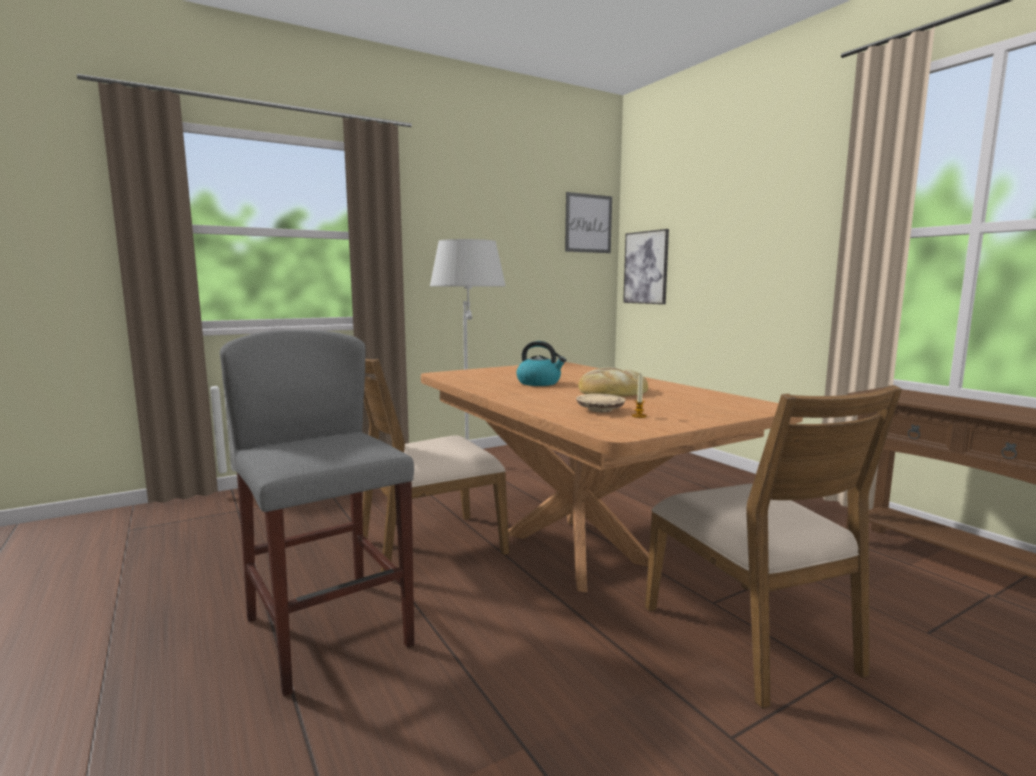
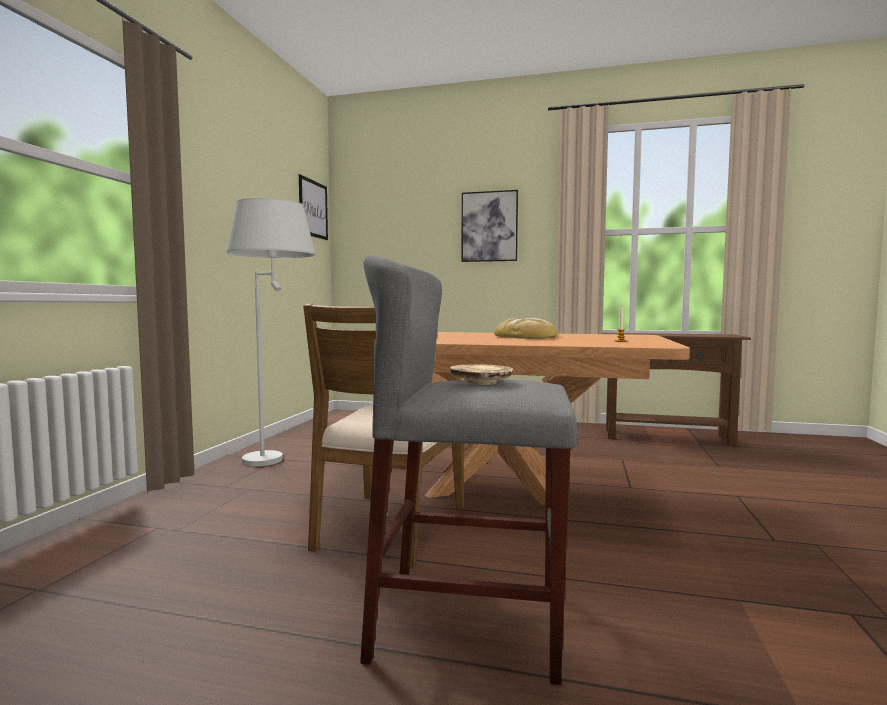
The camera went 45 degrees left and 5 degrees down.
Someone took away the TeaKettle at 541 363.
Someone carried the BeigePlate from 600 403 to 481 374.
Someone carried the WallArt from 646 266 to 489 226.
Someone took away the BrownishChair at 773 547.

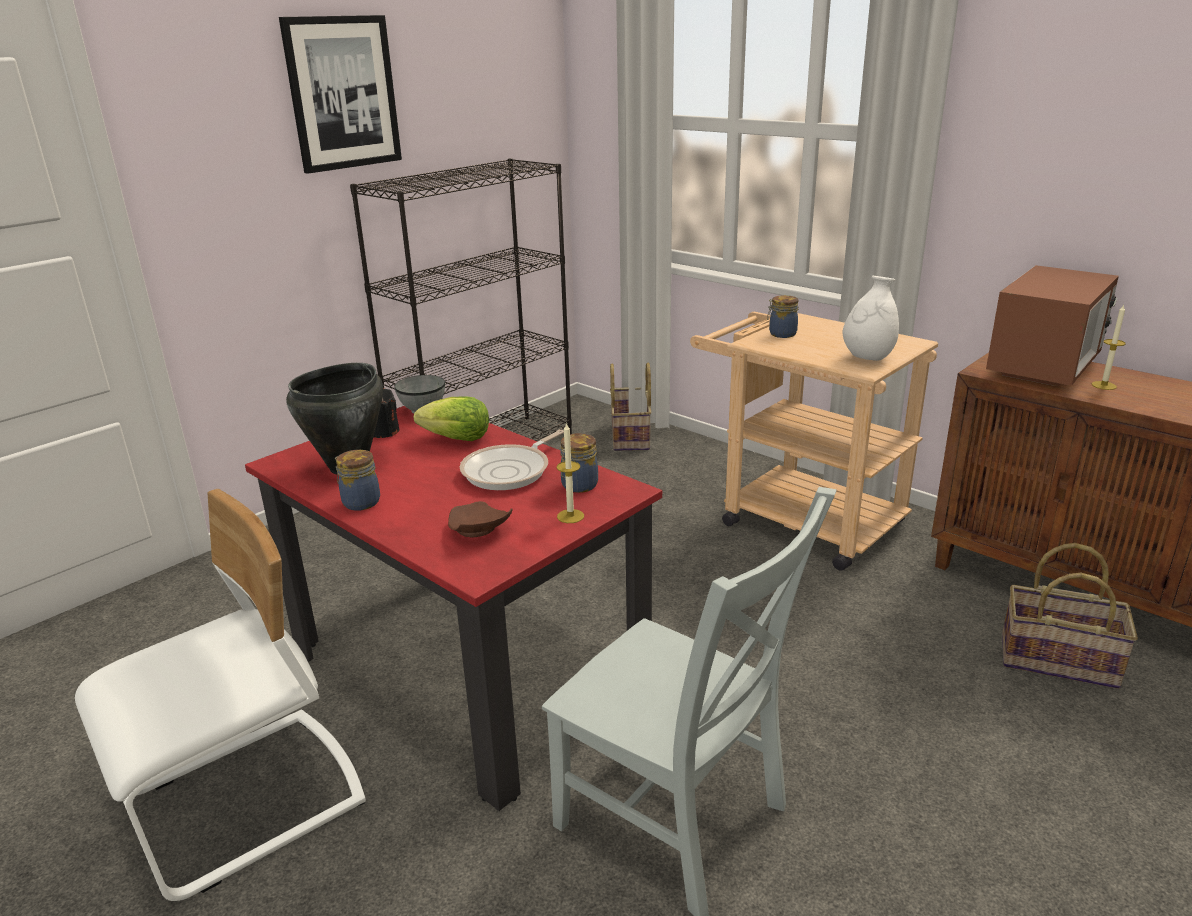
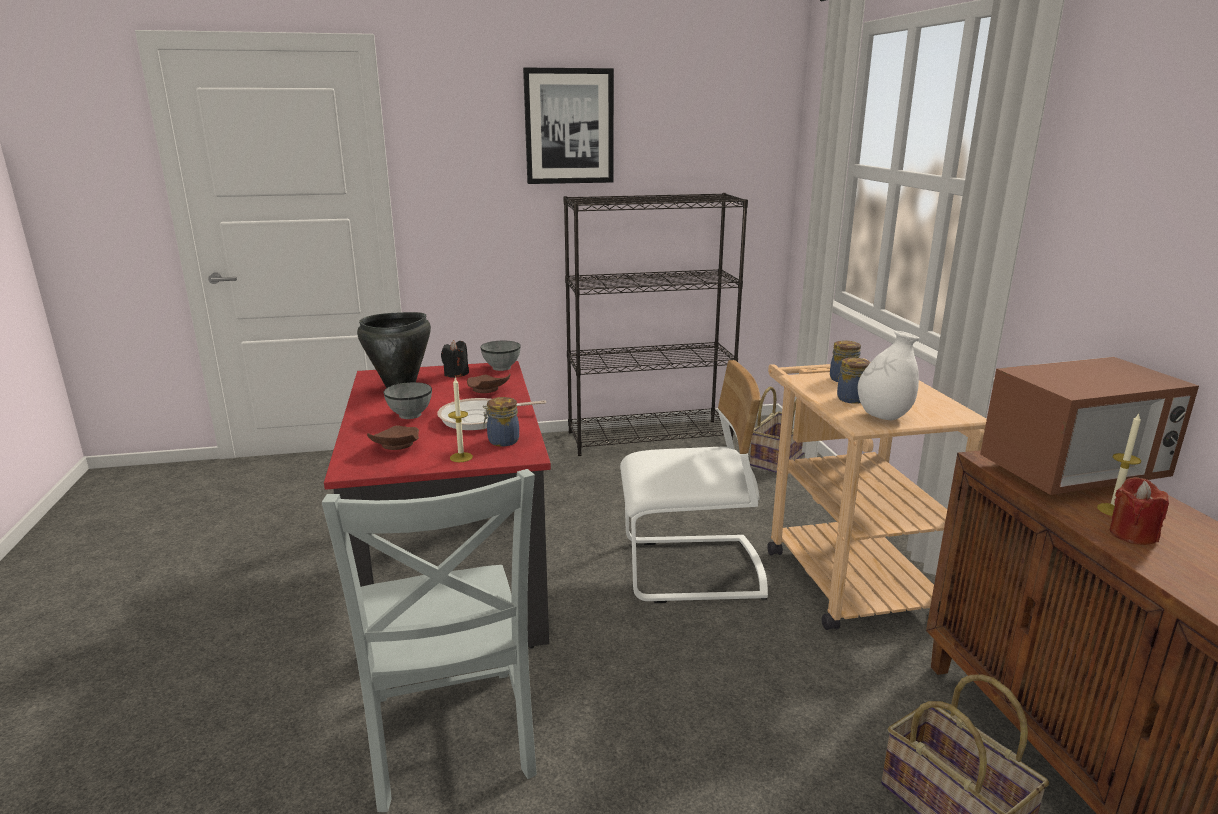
The camera went 35 degrees right and 5 degrees down.
Someone carried the WhiteColouredChair from 220 695 to 694 481.
Someone carried the StorageJar from 357 480 to 854 381.
Someone swapped the Lettuce at 451 418 for the BrownishPlate at 489 383.
Someone put down the GrayServingBowl at 408 400.
Someone put down the RedColouredCandle at 1139 511.

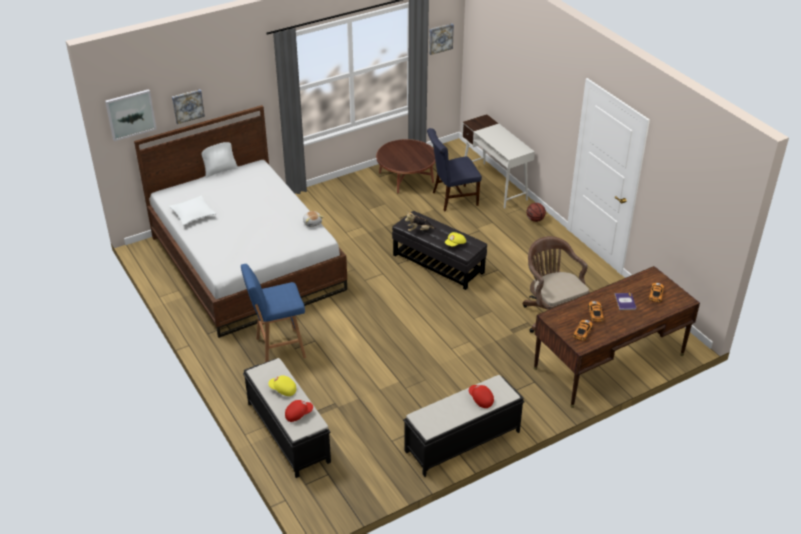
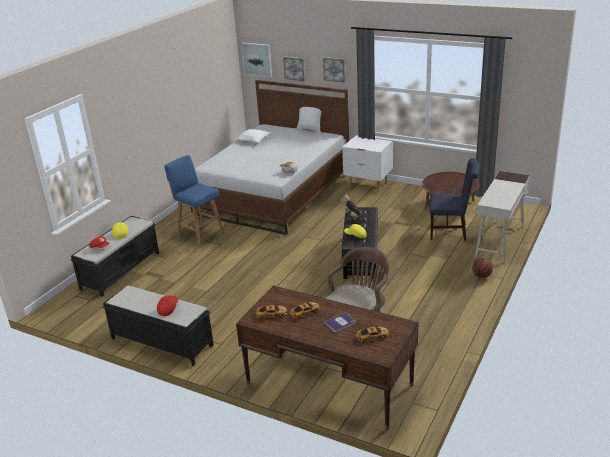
The camera went 60 degrees right and 10 degrees down.
Someone rotated the BluishChair at 454 170 by 150 degrees clockwise.
Someone carried the WallArt from 441 39 to 334 70.
Someone put down the WhiteColouredBedsideTable at 367 163.

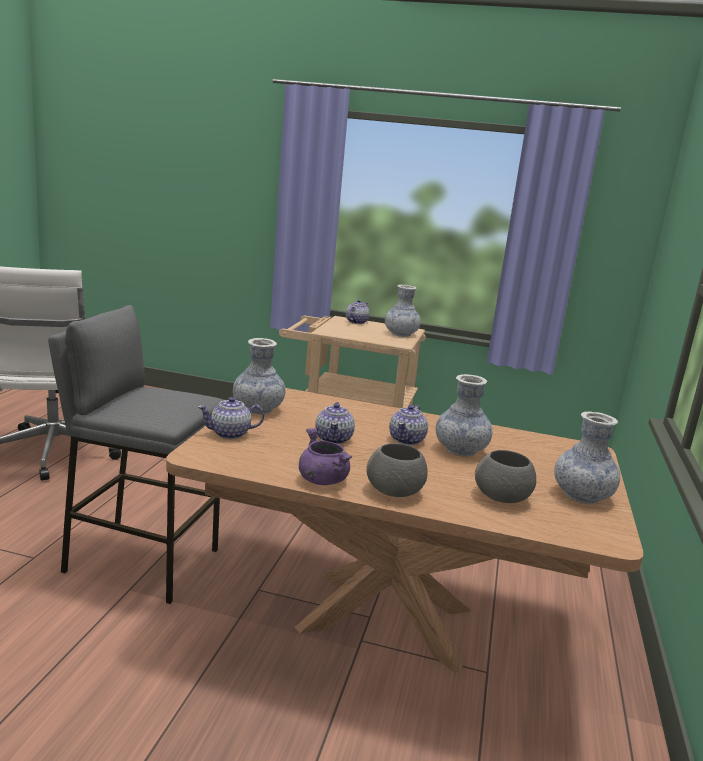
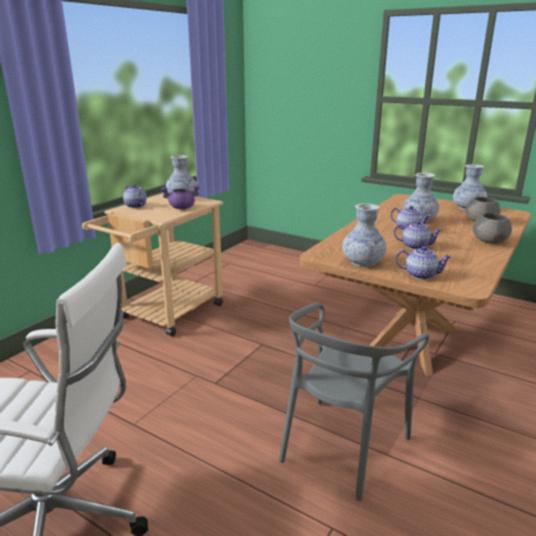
The camera went 70 degrees left and 5 degrees up.
Someone swapped the GrayStool at 136 454 for the GrayChair at 354 402.
Someone rotated the PotForTea at 231 418 by 75 degrees counterclockwise.
Someone carried the PurpleColouredStockpot from 326 456 to 180 197.

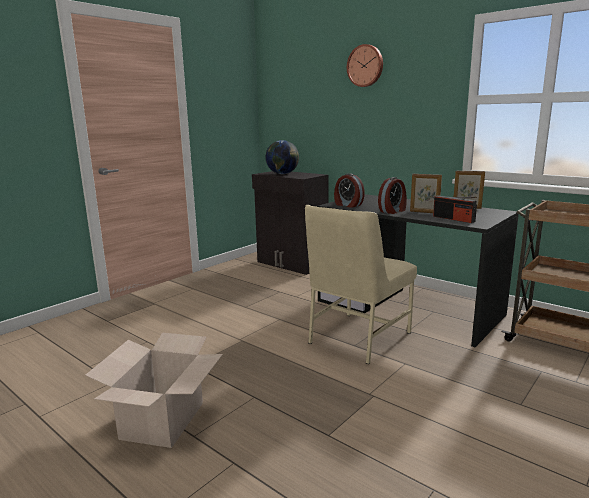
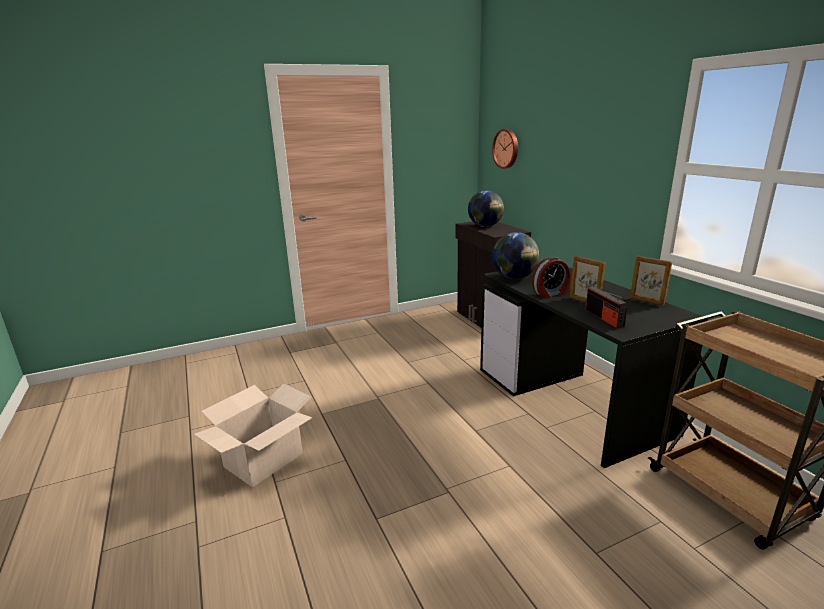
The camera went 25 degrees right and 5 degrees up.
Someone took away the BeigeChair at 361 285.
Someone swapped the BedsideClock at 349 190 for the Globe at 515 255.
Someone carried the WallClock from 365 65 to 505 149.

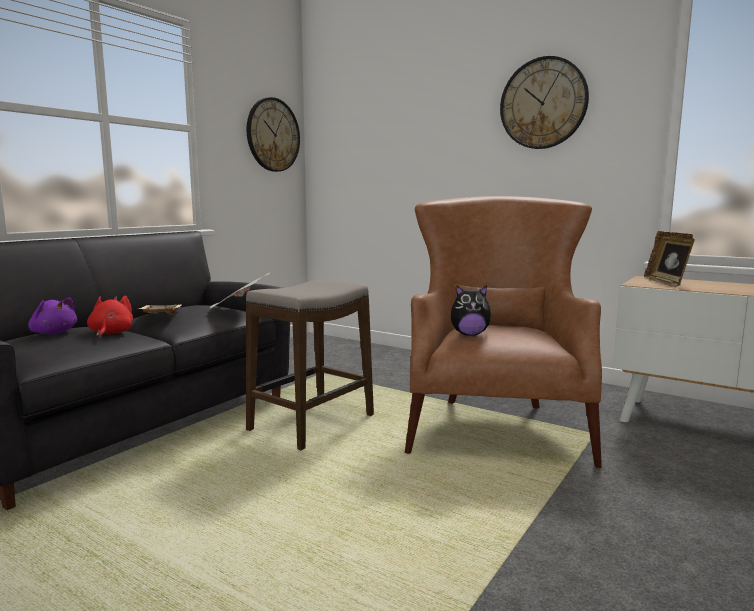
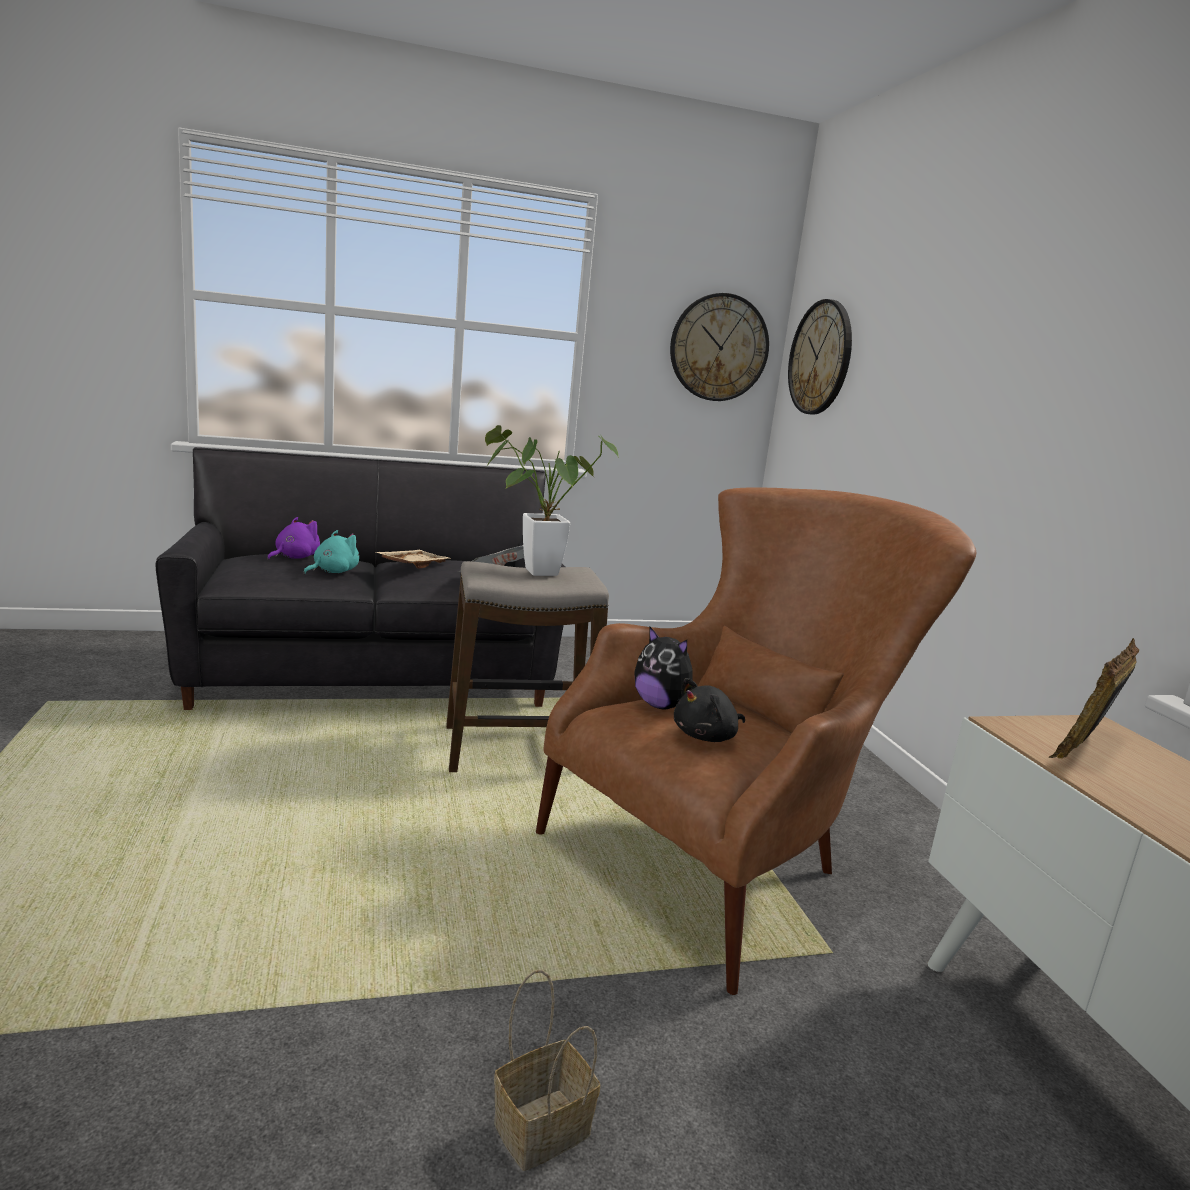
The camera went 40 degrees right and 5 degrees up.
Someone rotated the PurpleColouredCuddlyToy at 52 315 by 135 degrees counterclockwise.
Someone repainted the RedColouredCuddlyToy at 110 317, which became the TurquoiseColouredCuddlyToy at 331 552.
Someone carried the WallClock from 544 102 to 820 357.
Someone put down the PlantInAPot at 552 500.
Someone put down the Basket at 547 1070.
Someone put down the BlackCuddlyToy at 709 710.

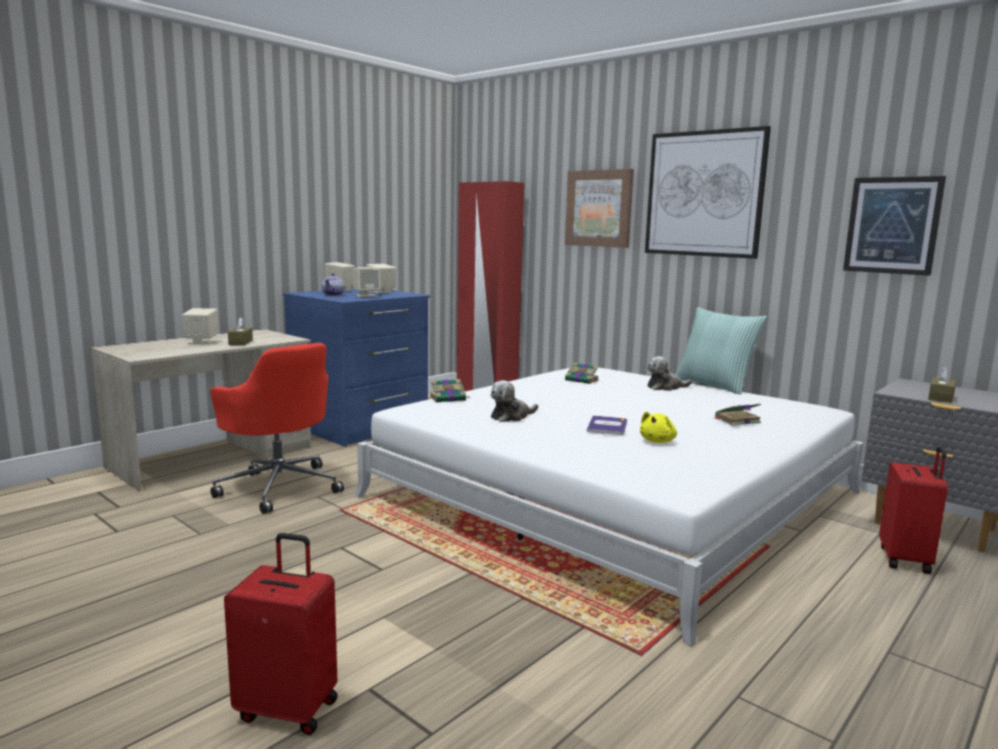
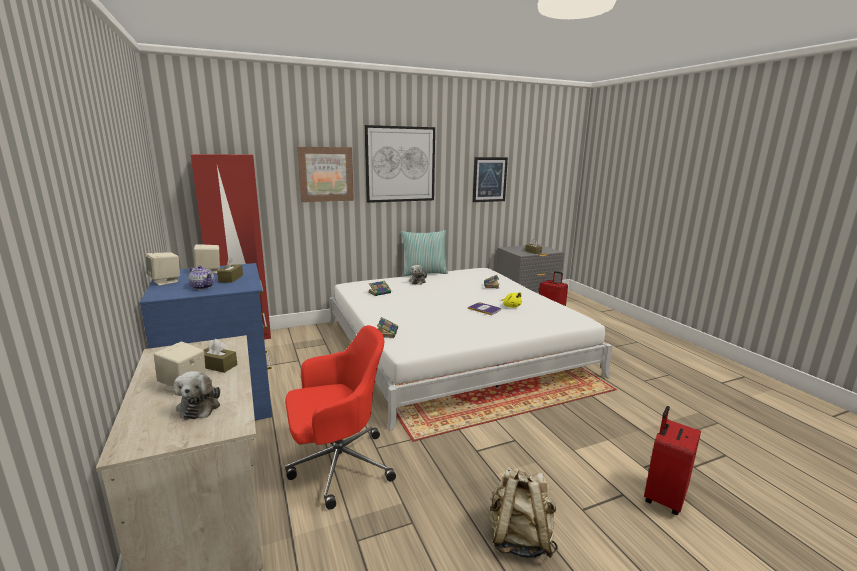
The camera went 65 degrees left and 5 degrees up.
Someone swapped the BeigeAudioSpeaker at 367 282 for the BrownishTissueBox at 230 270.
Someone carried the CuddlyToy from 514 401 to 196 395.
Someone put down the BeigeBackpack at 523 512.

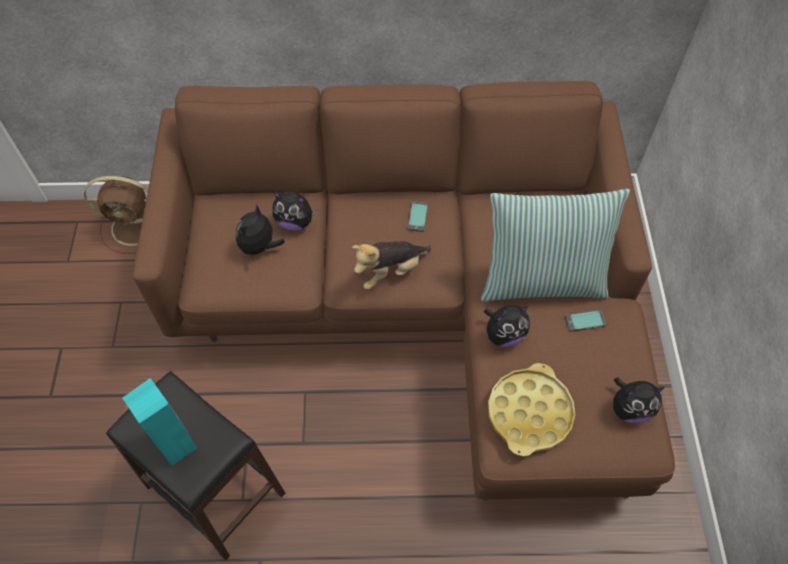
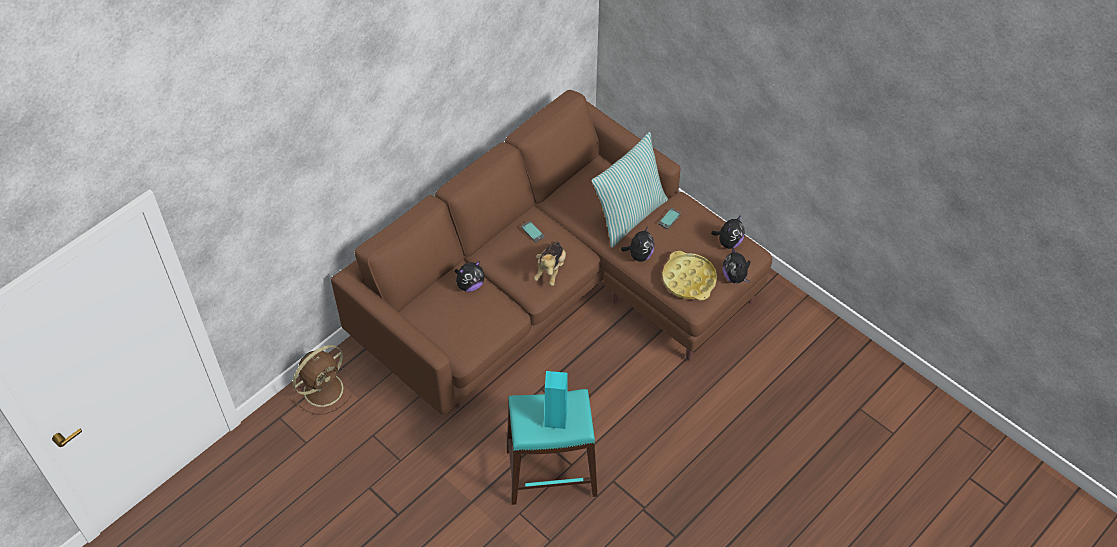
The camera went 45 degrees left and 5 degrees down.
Someone repainted the BlackStool at 195 465, which became the TurquoiseColouredStool at 552 447.
Someone carried the CuddlyToy from 260 231 to 736 265.

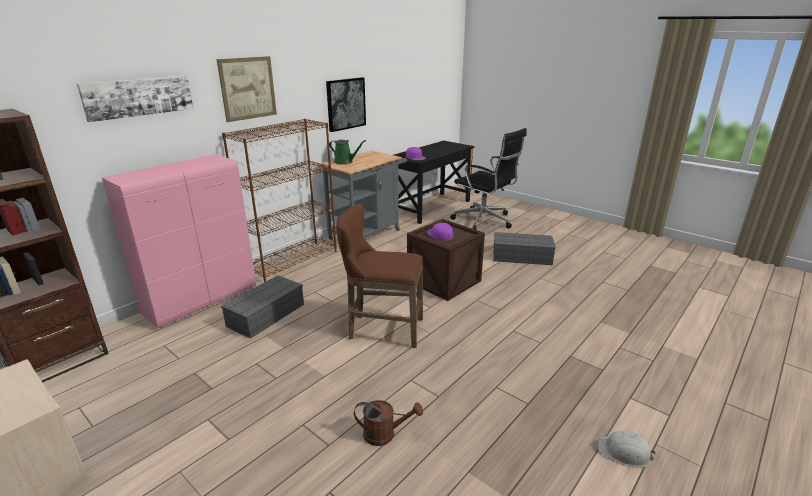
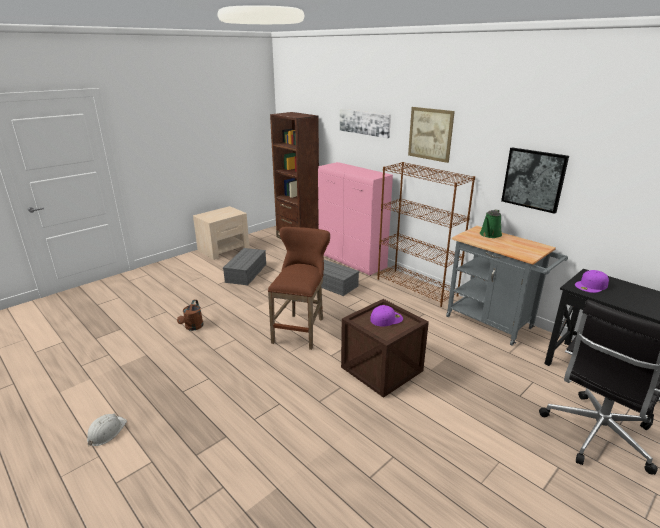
The camera went 95 degrees right and 0 degrees up.
Someone carried the GrayStorageBin from 524 248 to 244 266.

